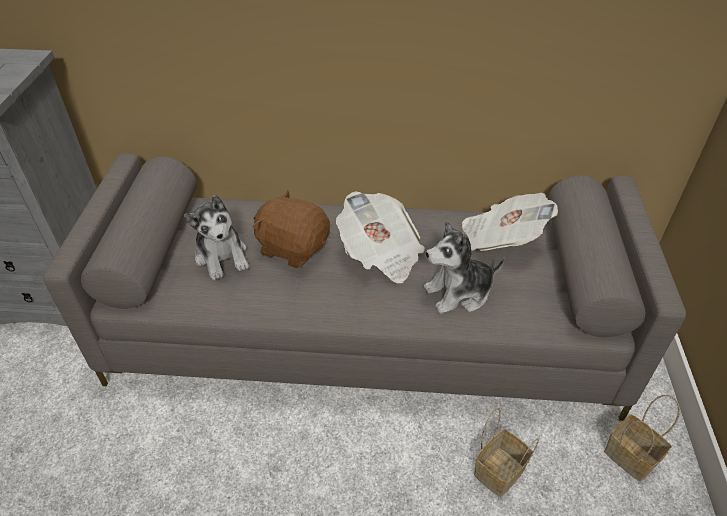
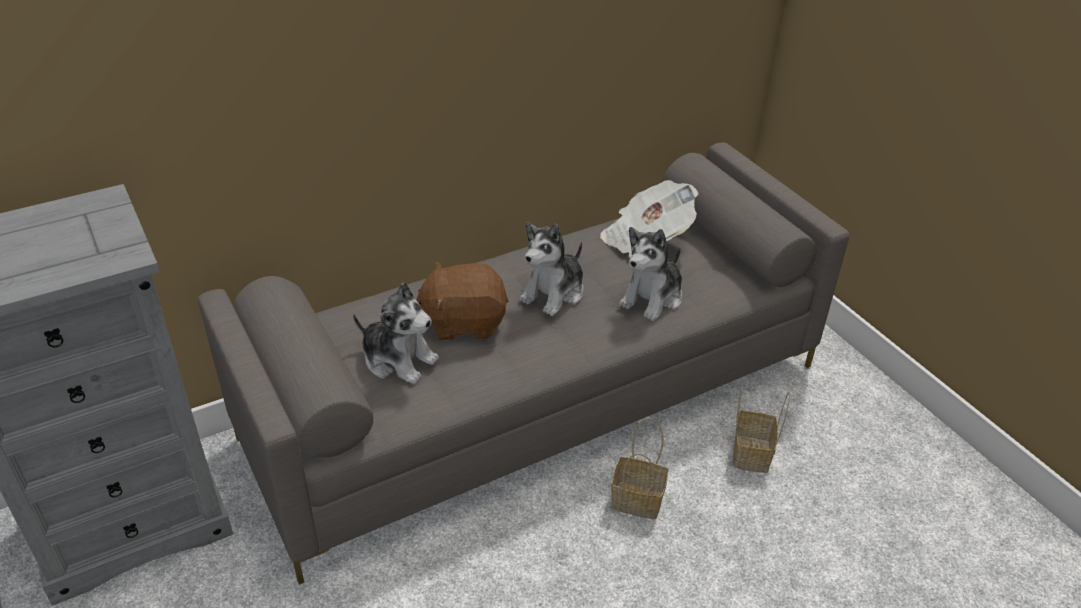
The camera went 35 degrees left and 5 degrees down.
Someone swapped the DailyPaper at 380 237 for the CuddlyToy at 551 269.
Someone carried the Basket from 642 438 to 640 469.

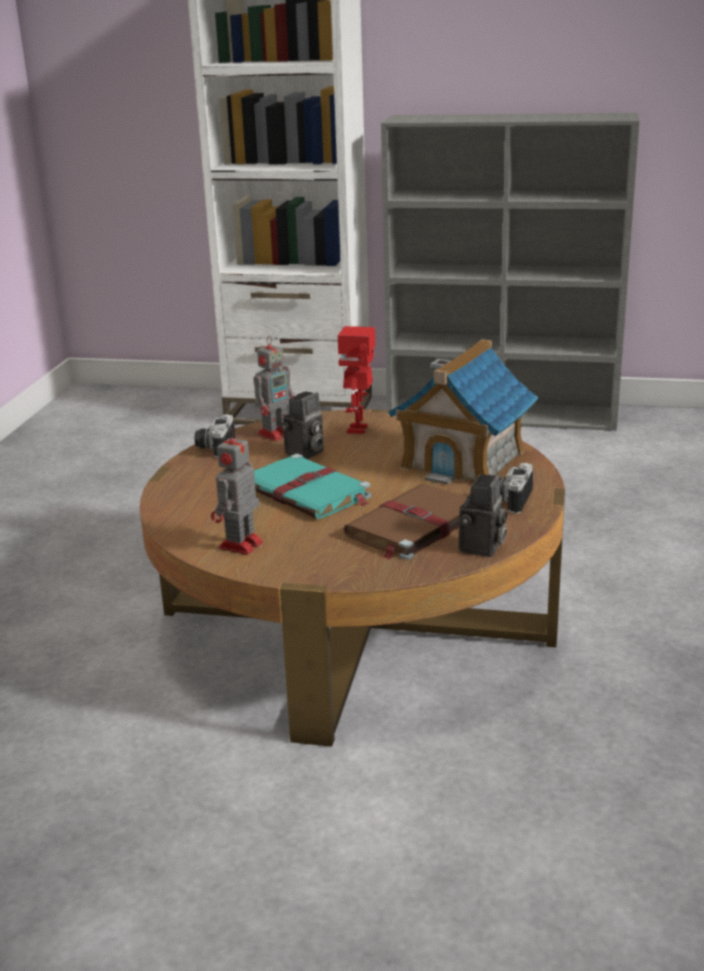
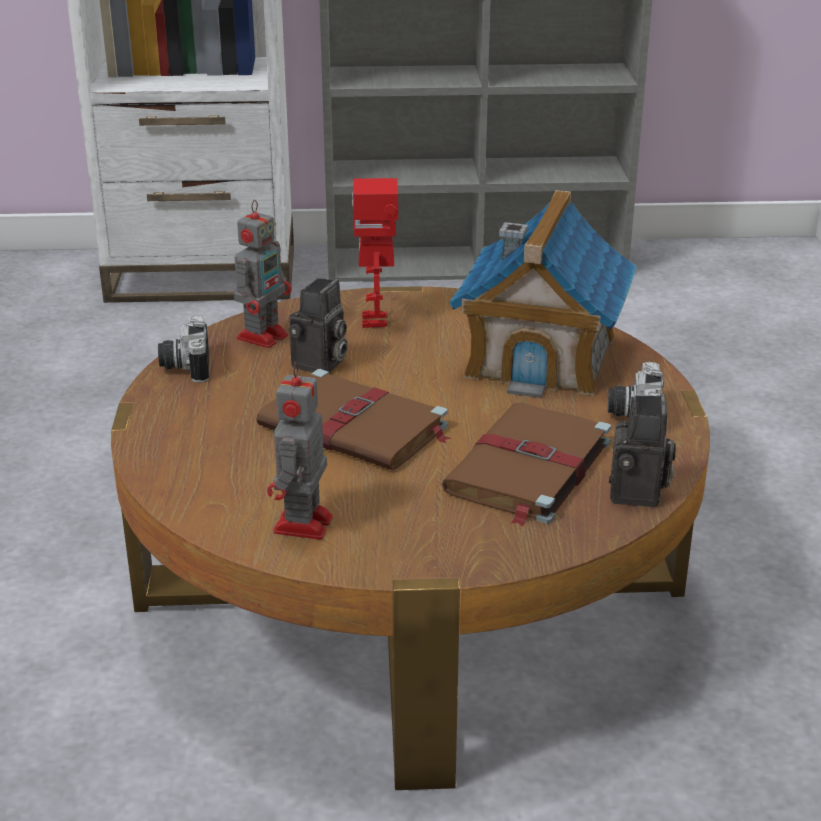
The camera went 15 degrees left and 5 degrees up.
Someone repainted the TurquoiseColouredBoundBook at 313 486, which became the BrownishBoundBook at 354 419.

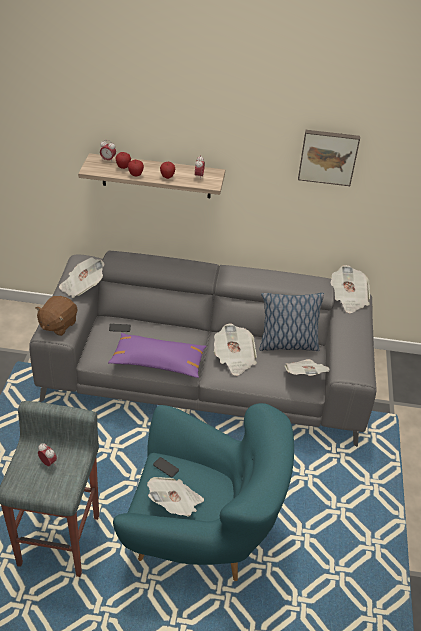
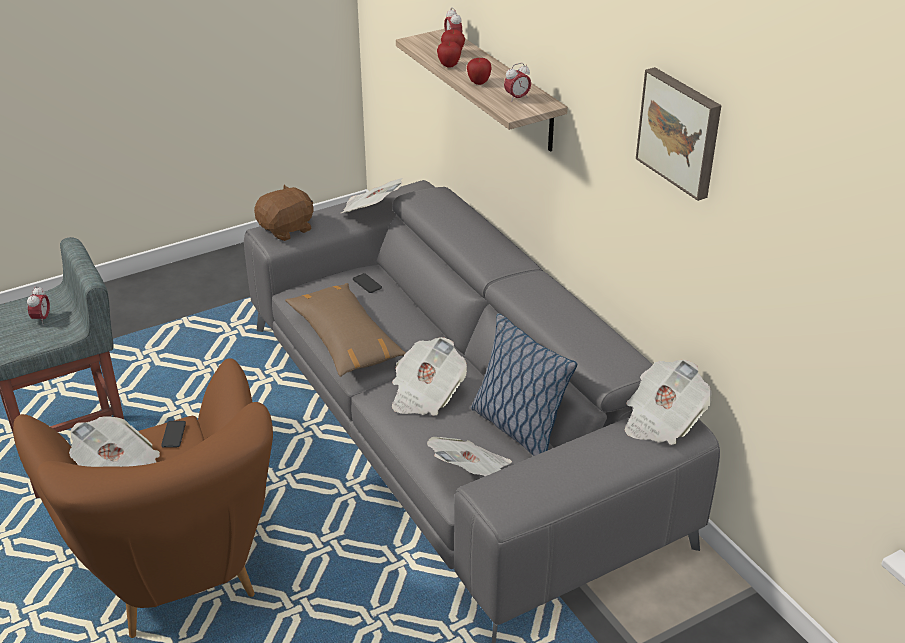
The camera went 55 degrees right and 5 degrees down.
Someone rotated the BrownishCuddlyToy at 56 316 by 150 degrees clockwise.
Someone repainted the PurpleColouredPillow at 157 355, which became the BrownishPillow at 345 330.
Someone repainted the TurquoiseColouredLoungeChair at 203 492, which became the BrownishLoungeChair at 143 498.

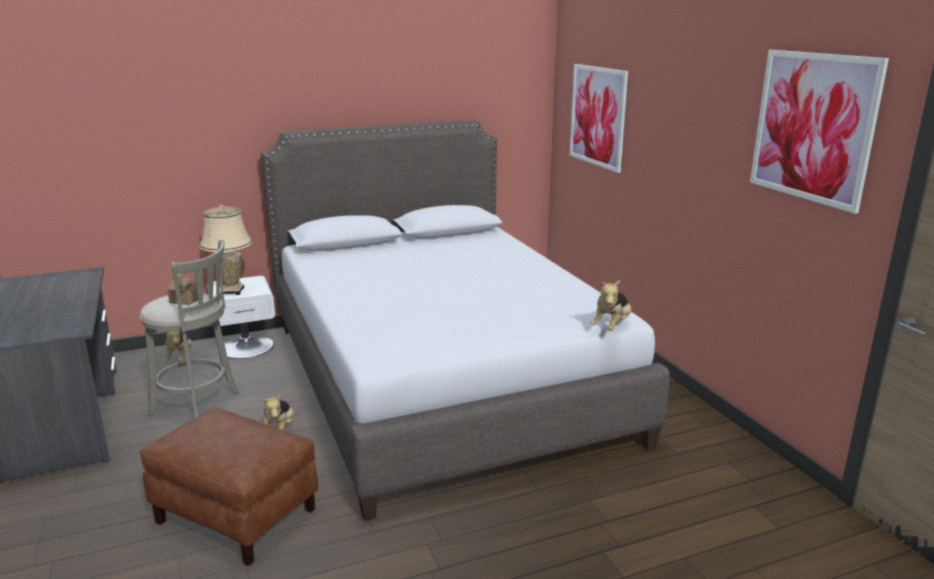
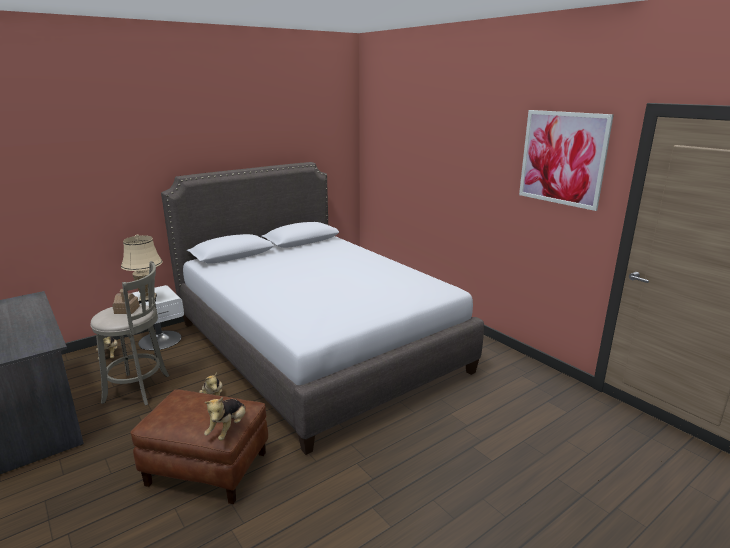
The camera went 15 degrees left and 0 degrees up.
Someone took away the WallArt at 599 118.
Someone carried the CuddlyToy from 610 305 to 225 419.

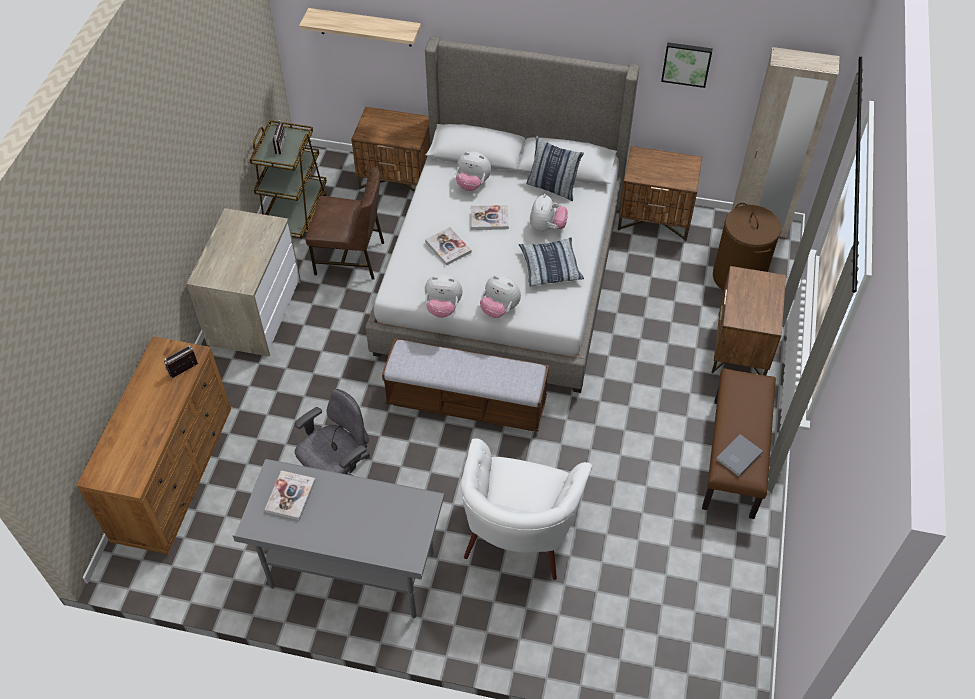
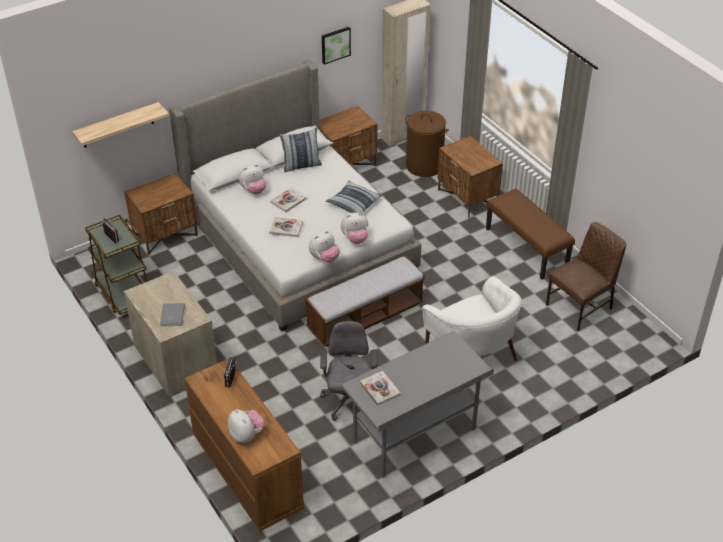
The camera went 45 degrees left and 10 degrees down.
Someone carried the BrownishChair from 345 223 to 586 276.
Someone carried the CuddlyToy from 549 213 to 246 426.
Someone carried the GrayBoundBook from 739 455 to 172 314.

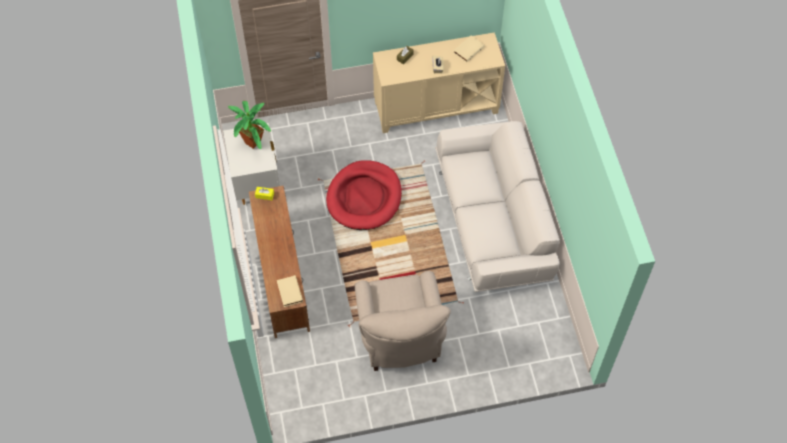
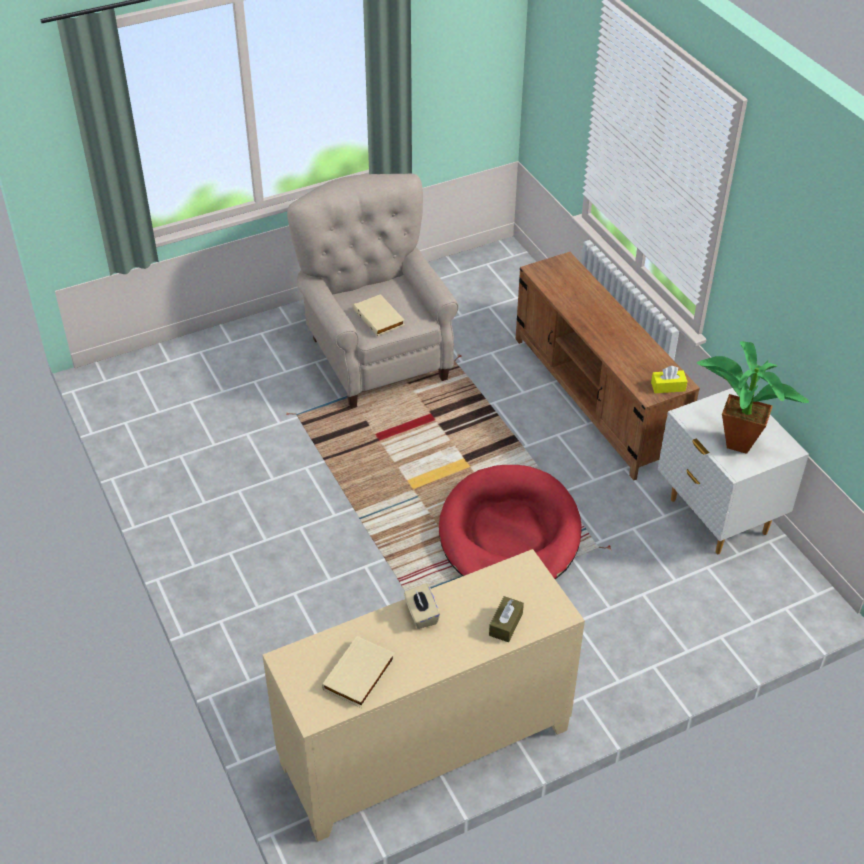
The camera went 165 degrees right and 15 degrees down.
Someone carried the BeigeBoundBook from 290 291 to 378 315.
Someone took away the WhiteColouredSettee at 497 206.

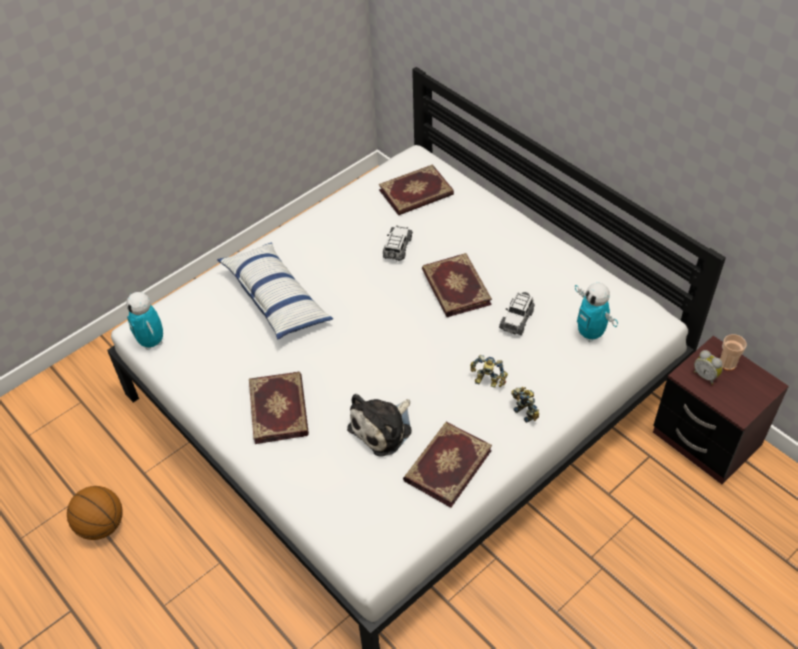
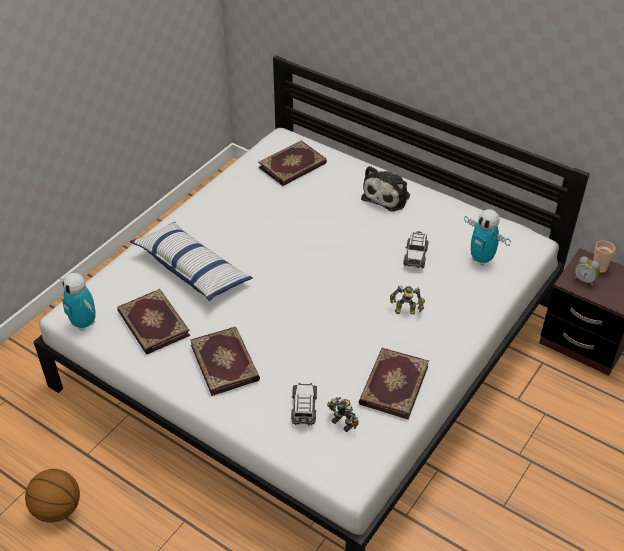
The camera went 15 degrees left and 5 degrees down.
Someone carried the CuddlyToy from 379 425 to 385 189.
Someone carried the MiniatureCar from 398 243 to 304 405.
Someone carried the BoundBook from 457 285 to 153 322.
Someone carried the ToyRobot from 525 405 to 343 414.

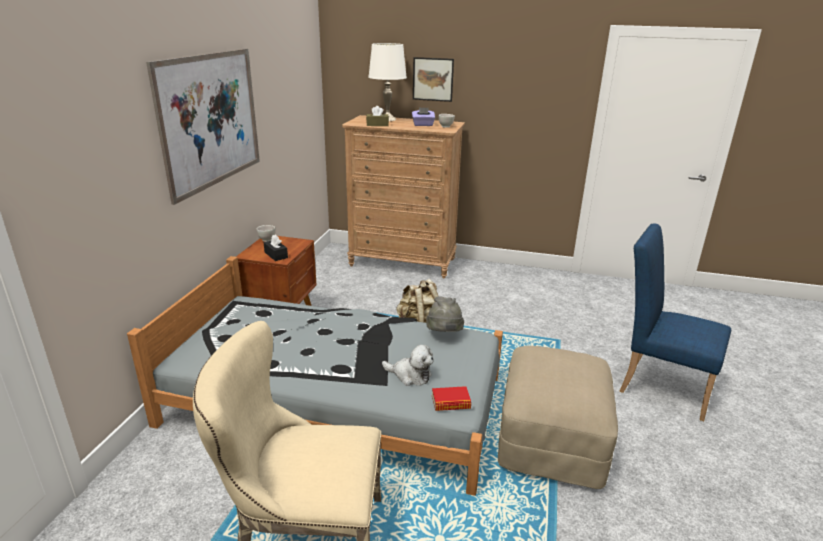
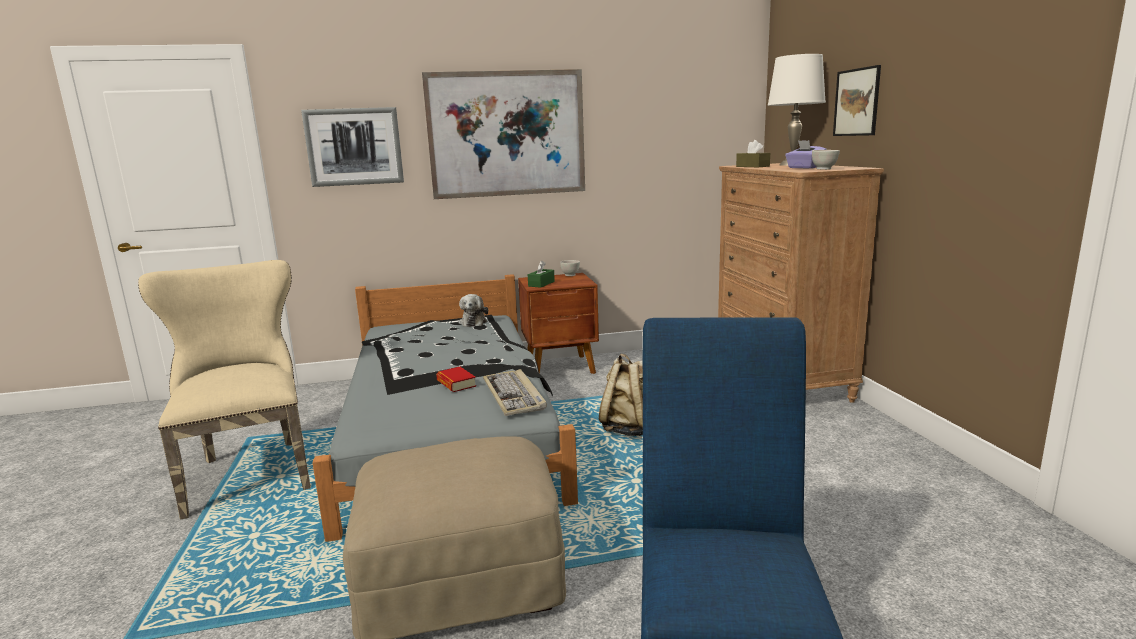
The camera went 65 degrees right and 10 degrees down.
Someone repainted the BlackTissueBox at 276 248, which became the GreenTissueBox at 541 274.
Someone carried the CuddlyToy from 407 365 to 473 310.
Someone swapped the GrayHat at 445 314 for the ComputerKeyboard at 515 392.
Someone carried the BoundBook from 451 398 to 456 379.
Someone put up the WallArt at 352 147.

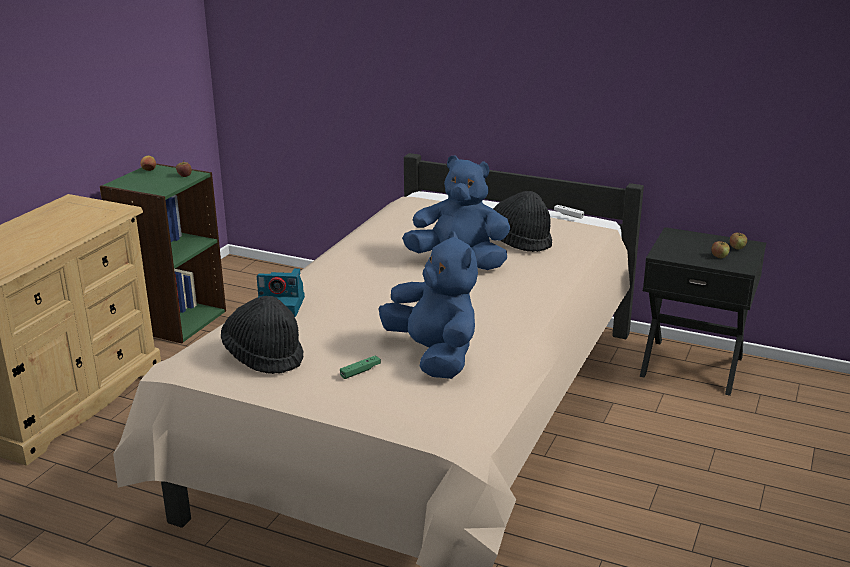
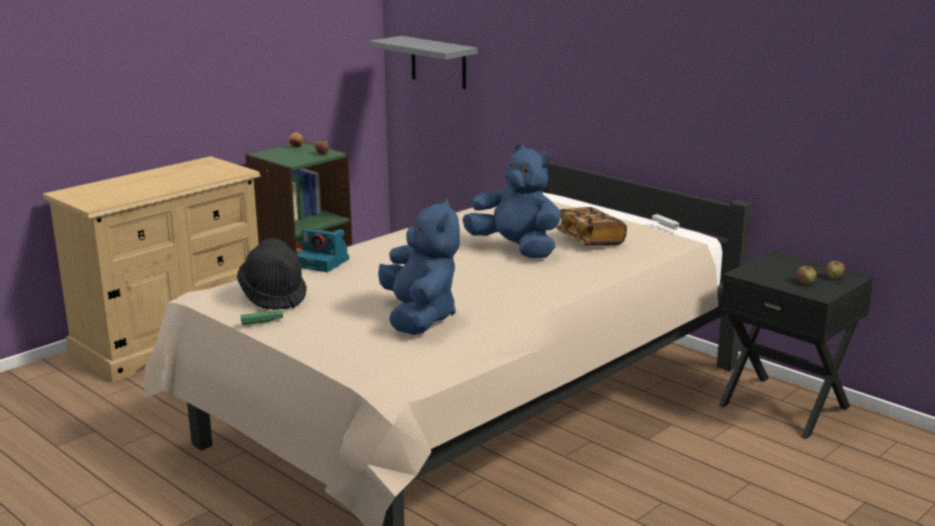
The camera went 20 degrees right and 5 degrees down.
Someone carried the GreenGameController from 360 367 to 261 317.
Someone swapped the BlackHat at 522 221 for the BoundBook at 591 226.
Someone put up the GrayWallShelf at 423 62.

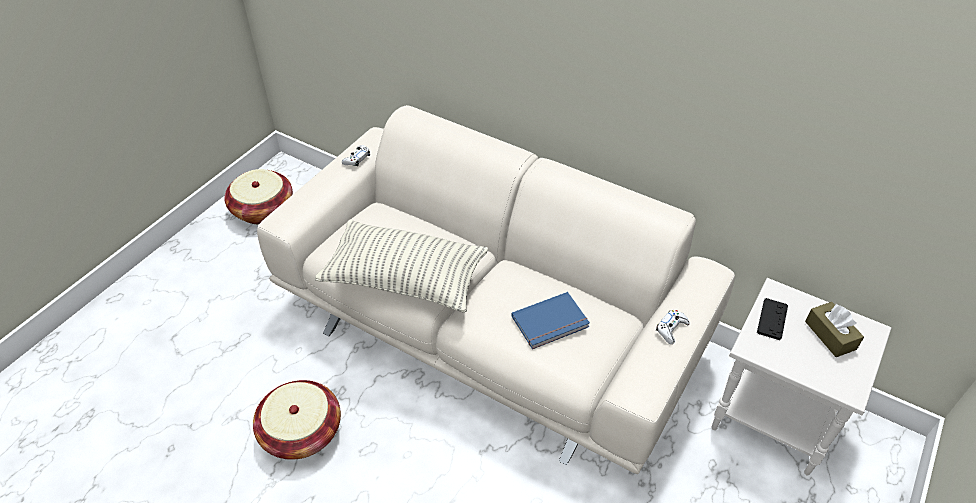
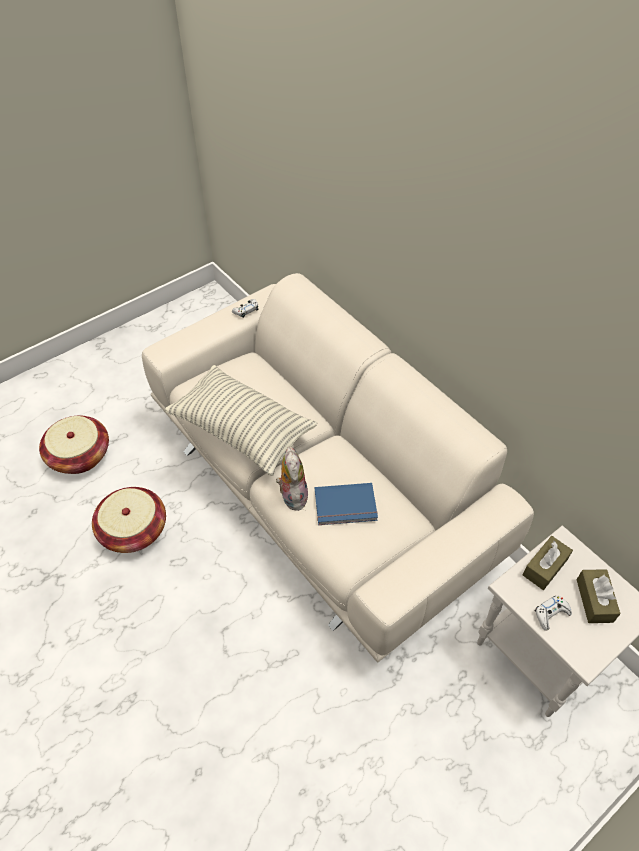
The camera went 20 degrees right and 5 degrees up.
Someone carried the Basket from 258 196 to 74 445.
Someone carried the WhiteColouredGameController from 672 327 to 553 613.
Someone swapped the BlackGameController at 772 319 for the BrownishTissueBox at 547 563.
Someone put down the CuddlyToy at 292 478.

